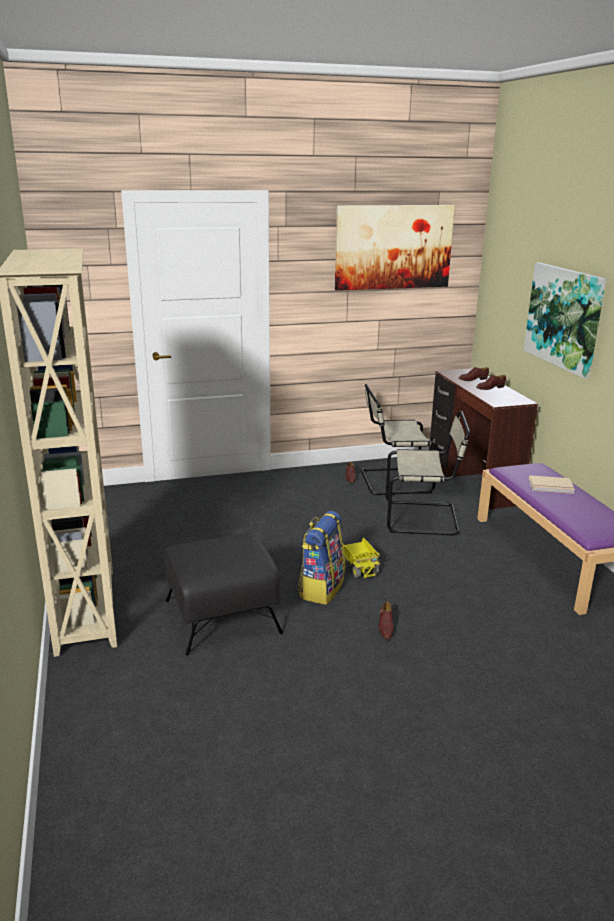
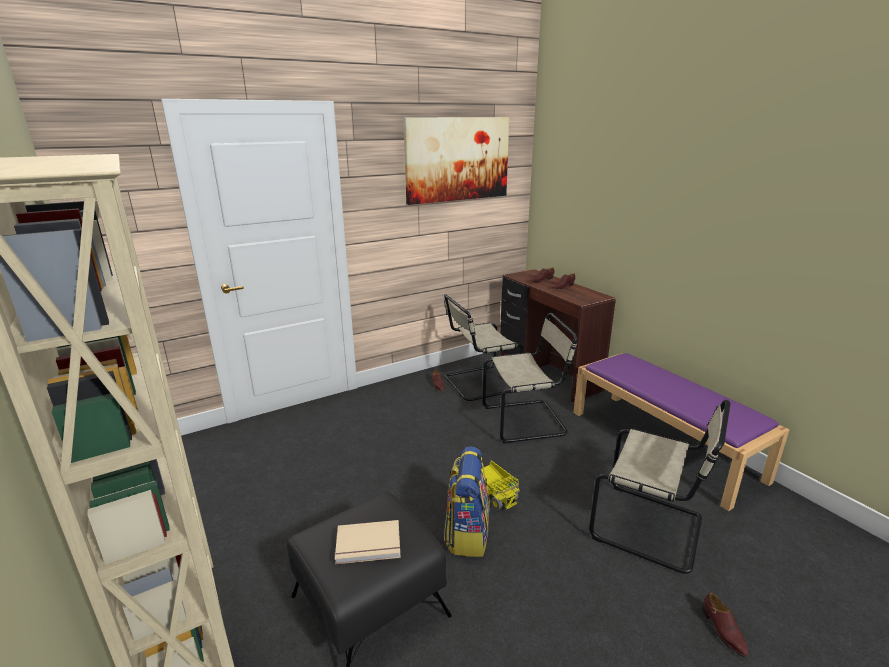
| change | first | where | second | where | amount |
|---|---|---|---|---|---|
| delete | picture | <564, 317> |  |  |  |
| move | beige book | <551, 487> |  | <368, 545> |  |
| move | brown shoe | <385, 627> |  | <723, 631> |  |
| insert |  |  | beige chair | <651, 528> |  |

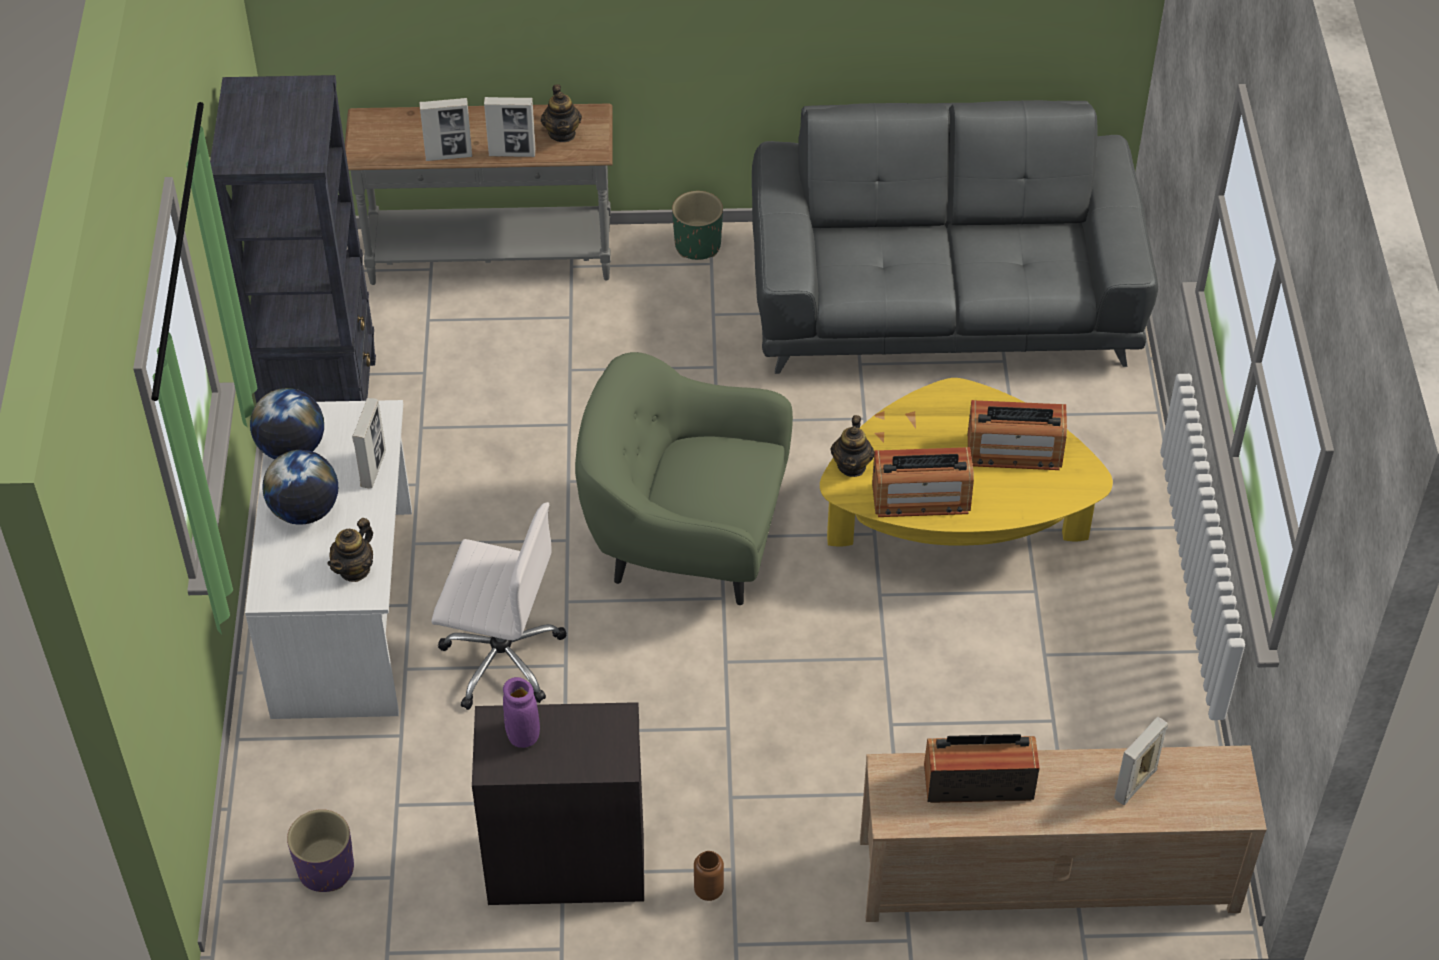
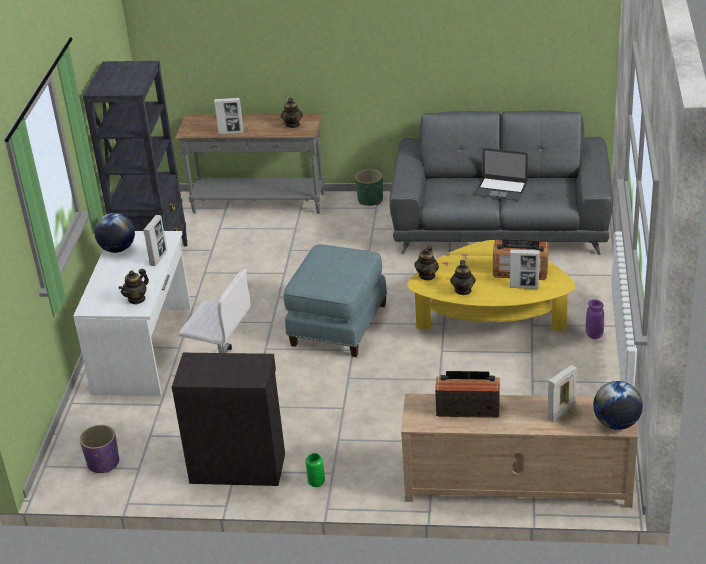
| change | first | where | second | where | amount |
|---|---|---|---|---|---|
| move | picture frame | <512, 153> |  | <524, 286> |  |
| replace | green armchair | <686, 541> | blue ottoman | <337, 324> |  |
| replace | radio | <921, 498> | teapot | <463, 290> |  |
| move | globe | <305, 511> |  | <616, 423> |  |
| move | purple vase | <523, 735> |  | <594, 335> |  |
| recolor | brown vase | <708, 891> | green vase | <316, 482> |  |
| insert |  |  | laptop | <501, 189> |  |

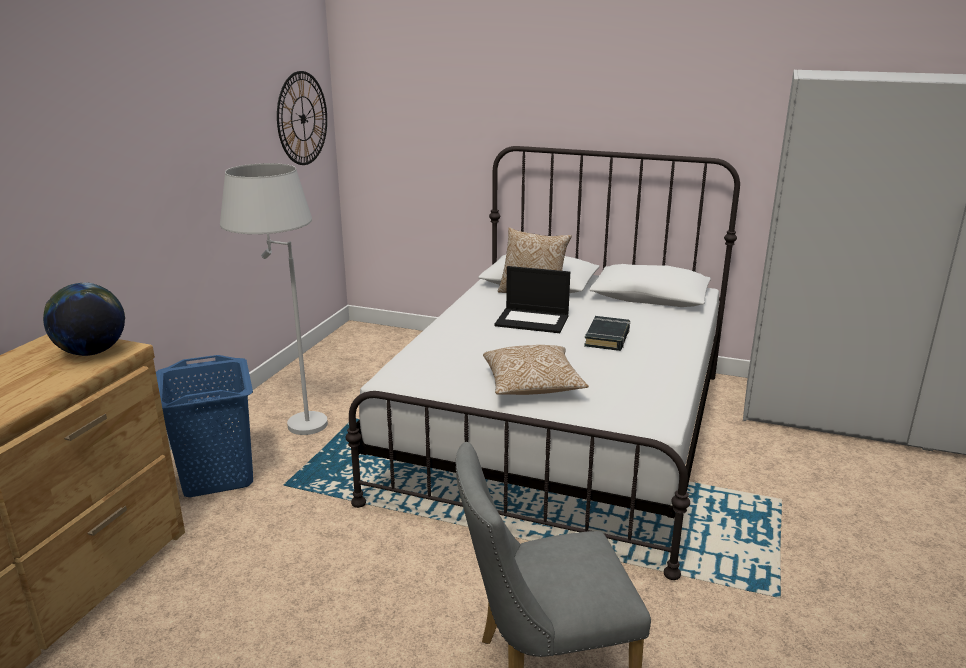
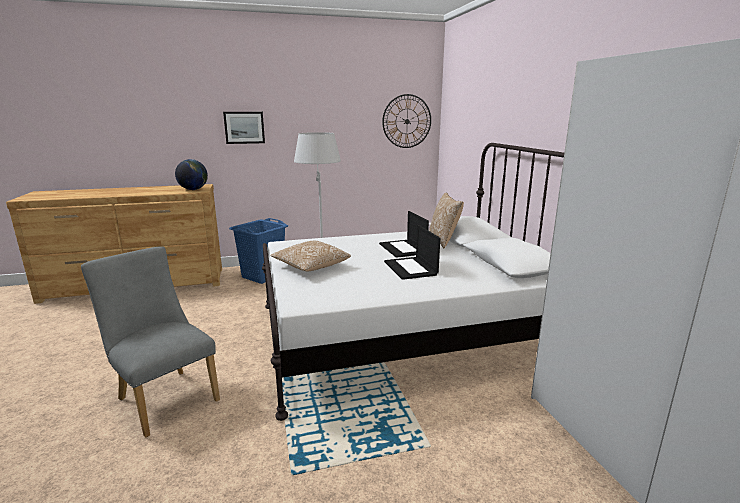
| change | first | where | second | where | amount |
|---|---|---|---|---|---|
| replace | black book | <607, 338> | laptop | <411, 268> |  |
| insert |  |  | picture | <244, 127> |  |

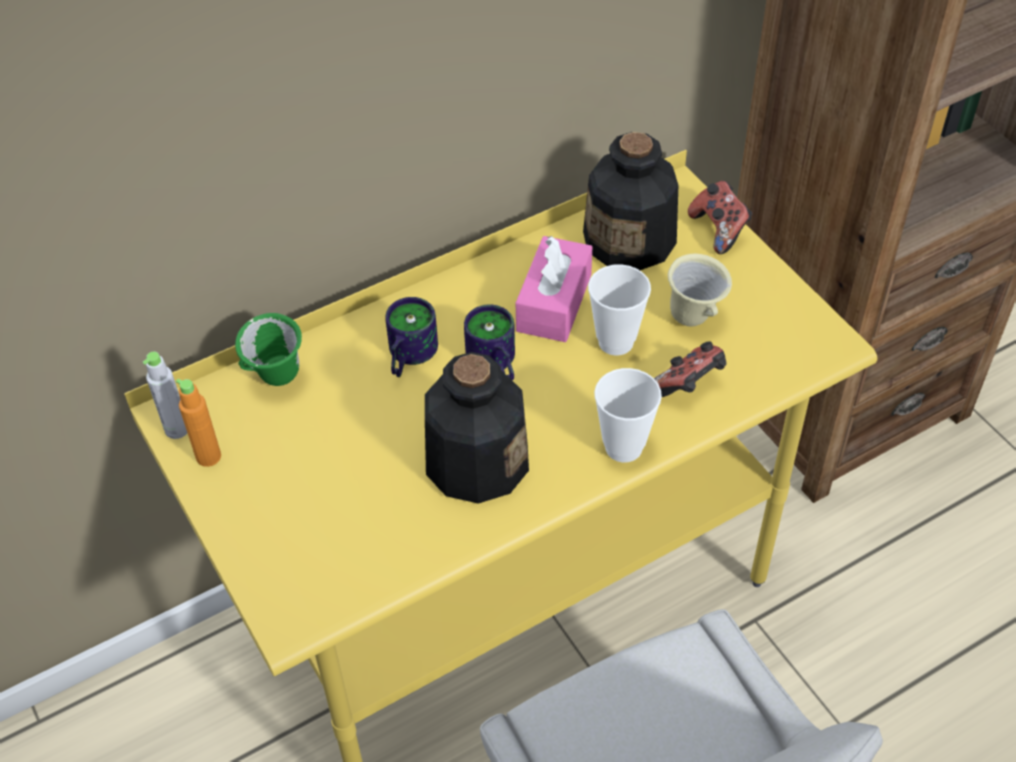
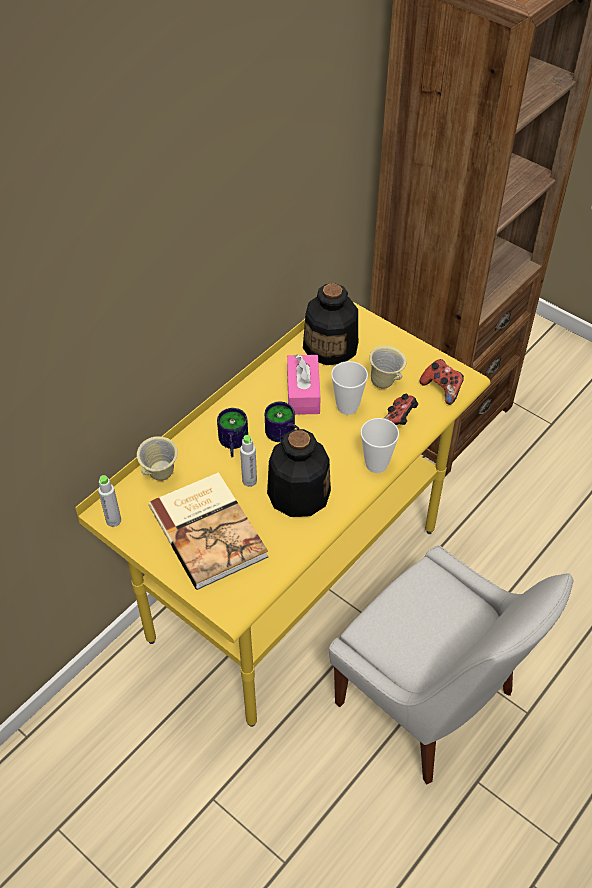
| change | first | where | second | where | amount |
|---|---|---|---|---|---|
| move | game controller | <719, 230> |  | <442, 389> |  |
| recolor | green mug | <277, 380> | beige mug | <161, 476> |  |
| delete | orange bottle | <208, 456> |  |  |  |
| insert |  |  | grey bottle | <249, 481> |  |
| insert |  |  | book | <209, 530> |  |

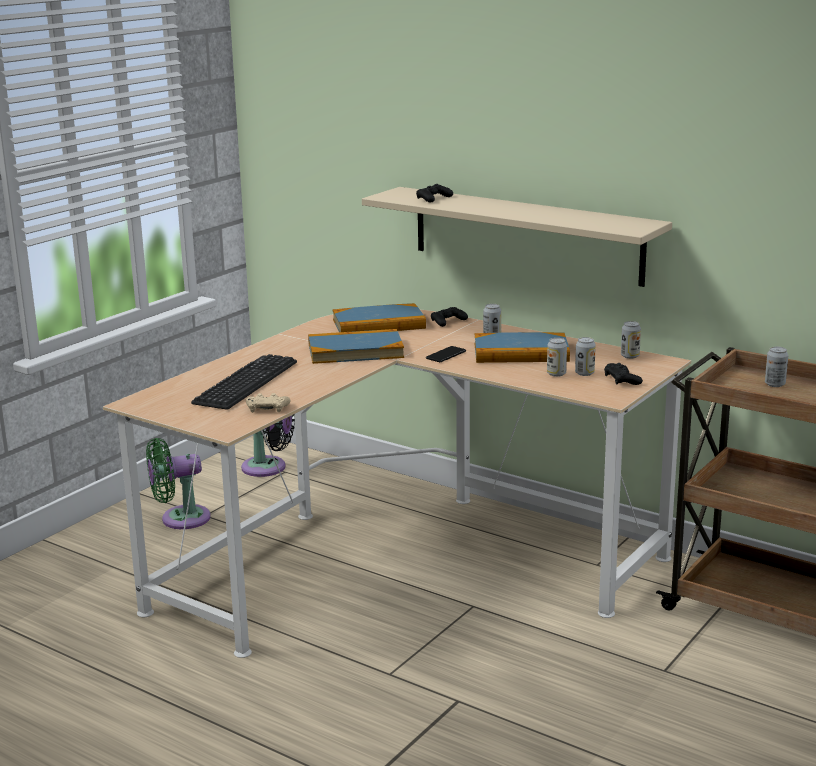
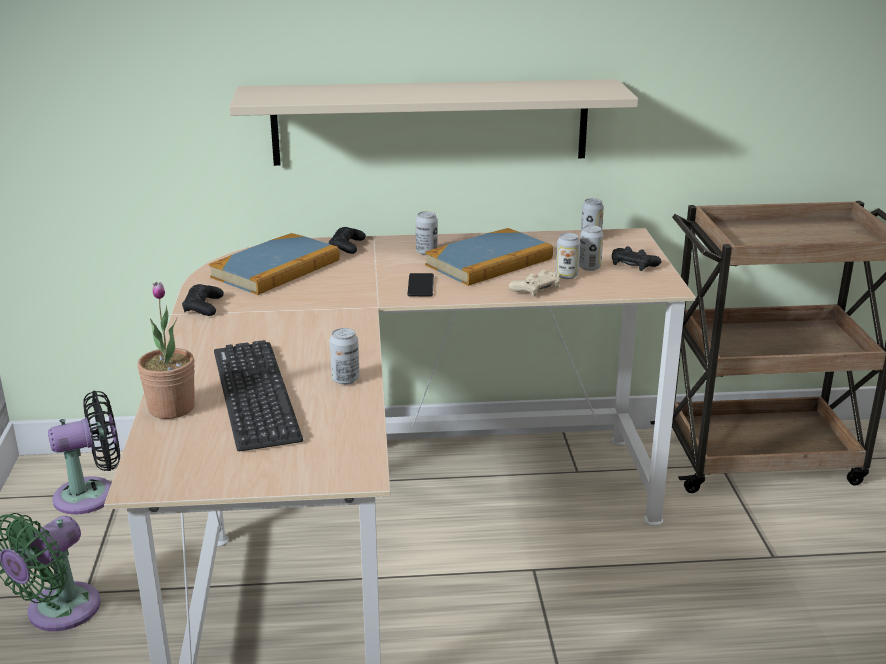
| change | first | where | second | where | amount |
|---|---|---|---|---|---|
| move | black game controller | <433, 198> |  | <203, 306> |  |
| delete | book | <355, 351> |  |  |  |
| move | can | <775, 384> |  | <345, 379> |  |
| move | beige game controller | <267, 408> |  | <536, 289> |  |
| insert |  |  | potted plant | <171, 408> |  |

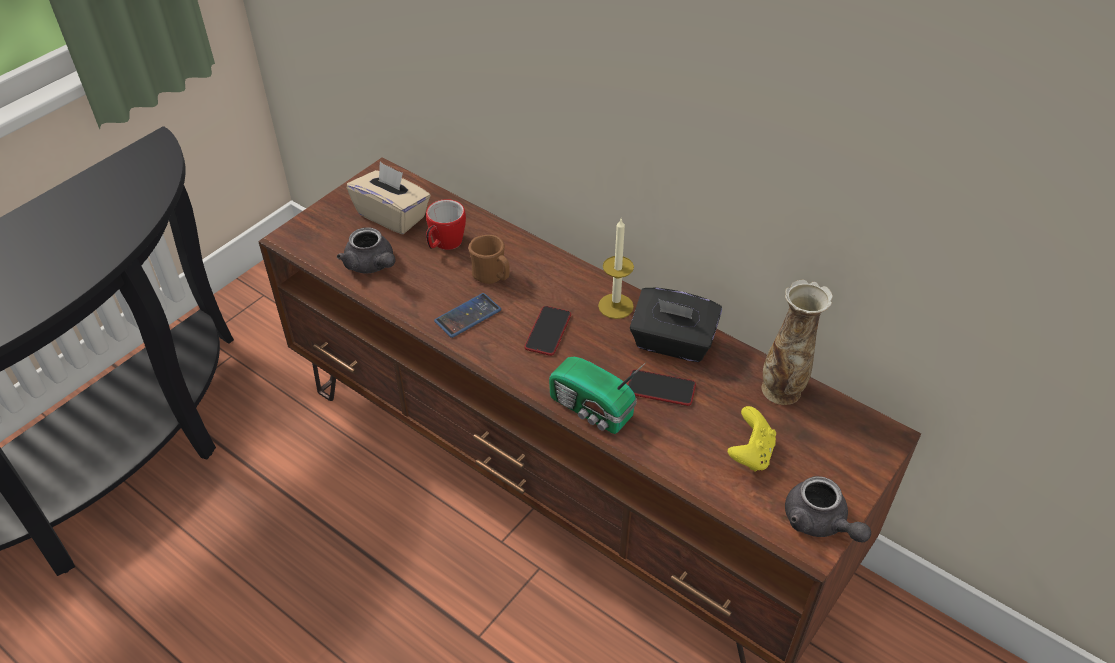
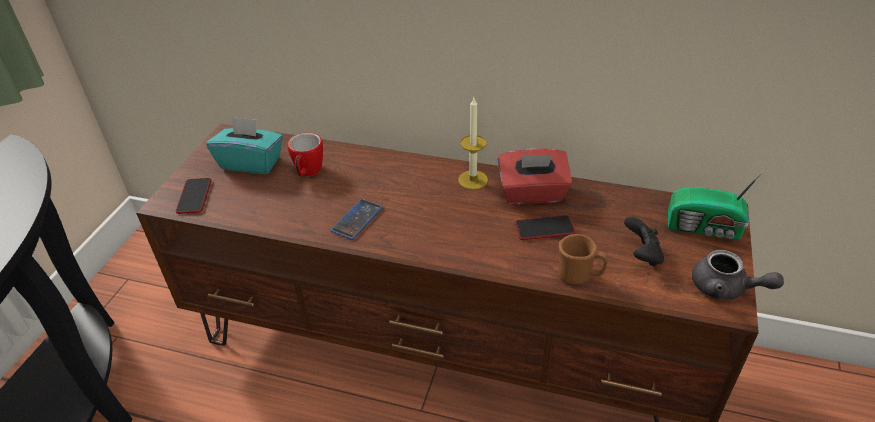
| change | first | where | second | where | amount |
|---|---|---|---|---|---|
| recolor | beige tissue box | <392, 215> | turquoise tissue box | <251, 163> |  |
| delete | grey teapot | <372, 265> |  |  |  |
| move | brown mug | <492, 277> |  | <579, 276> |  |
| delete | vase | <782, 390> |  |  |  |
| recolor | black tissue box | <672, 343> | red tissue box | <532, 194> |  |
| move | phone | <548, 331> |  | <194, 196> |  |
| move | radio | <592, 410> |  | <705, 228> |  |
| recolor | yellow game controller | <750, 454> | black game controller | <642, 255> |  |

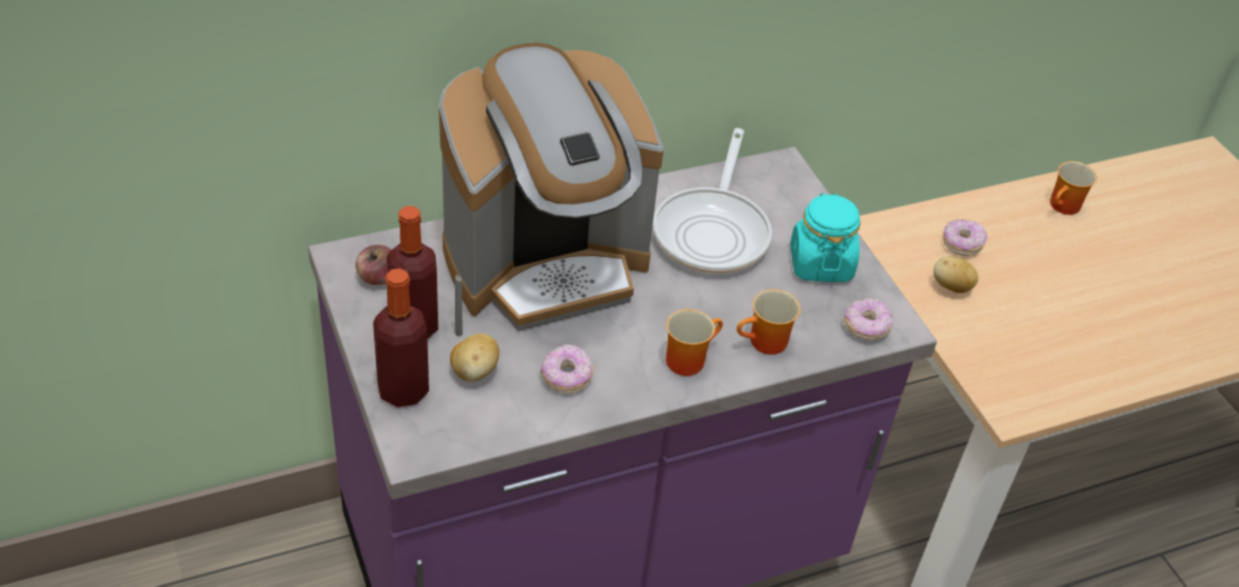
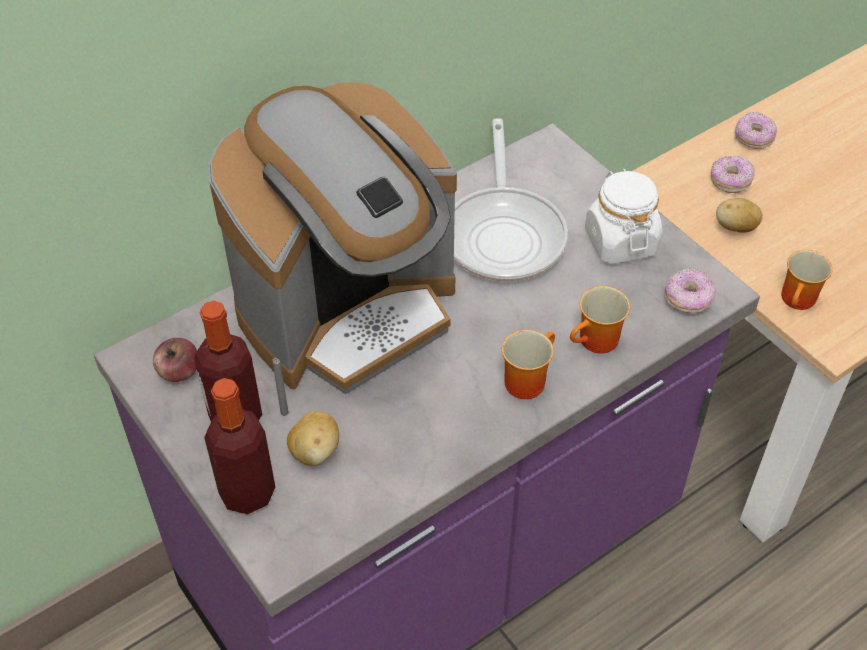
| change | first | where | second | where | amount |
|---|---|---|---|---|---|
| move | mug | <1065, 207> |  | <799, 301> |  |
| recolor | turquoise jar | <820, 263> | white jar | <620, 241> |  |
| move | donut | <566, 378> |  | <753, 138> |  |

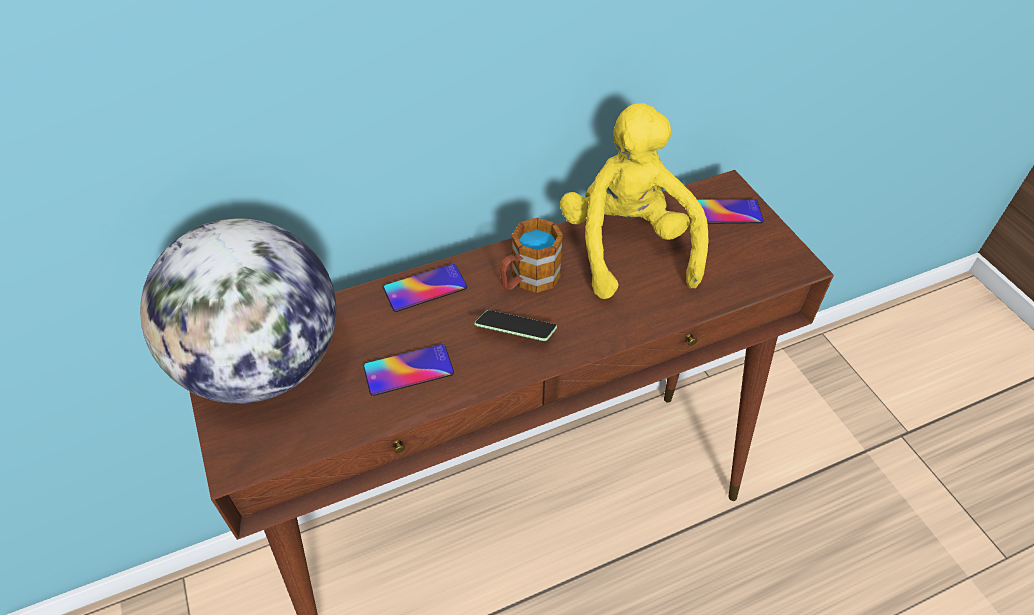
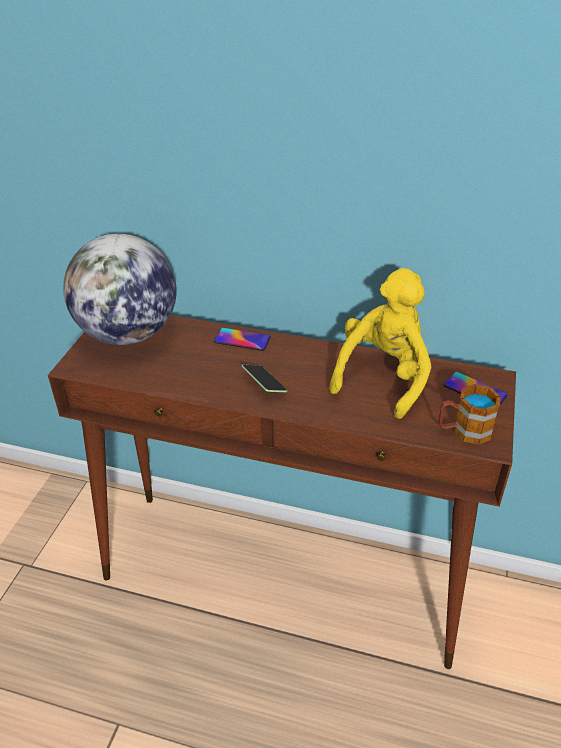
| change | first | where | second | where | amount |
|---|---|---|---|---|---|
| move | mug | <528, 280> |  | <464, 431> |  |
| delete | phone | <408, 370> |  |  |  |

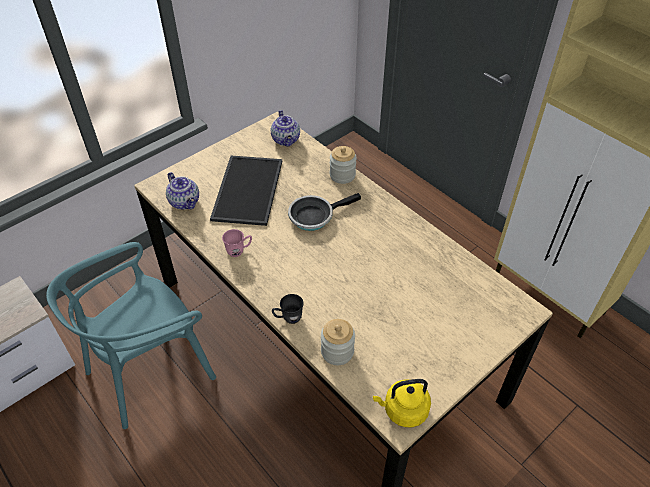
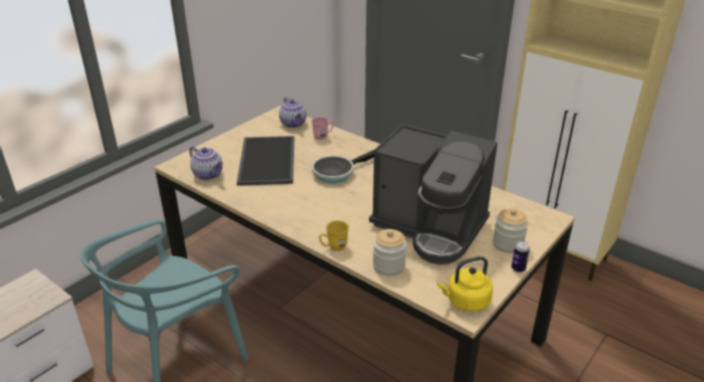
| change | first | where | second | where | amount |
|---|---|---|---|---|---|
| move | jar | <342, 175> |  | <508, 244> |  |
| move | pink mug | <239, 251> |  | <323, 136> |  |
| recolor | grey mug | <288, 318> | yellow mug | <333, 247> |  |
| insert |  |  | coffee machine | <430, 228> |  |
| insert |  |  | can | <518, 269> |  |

